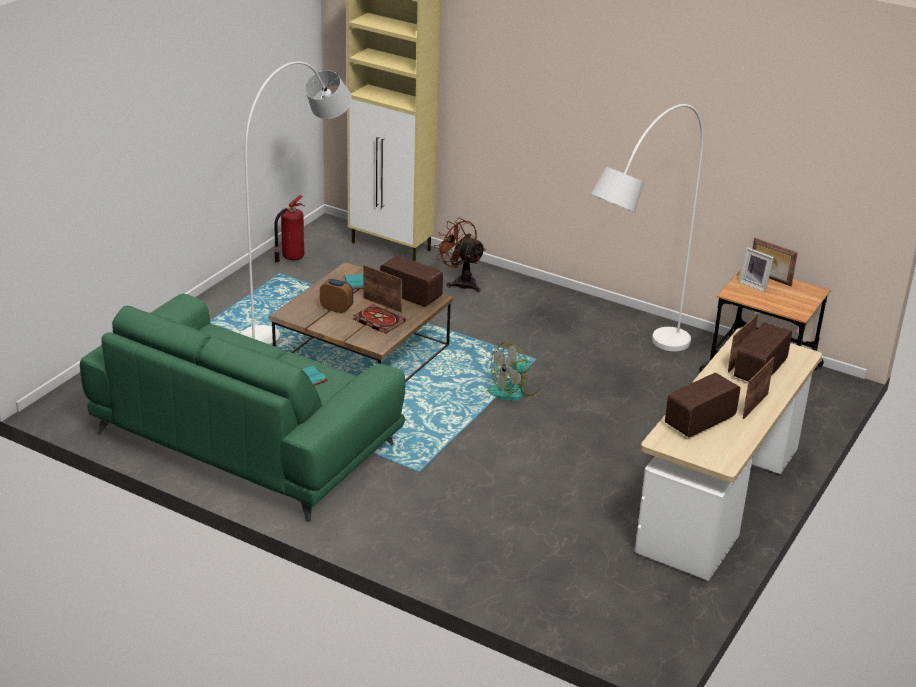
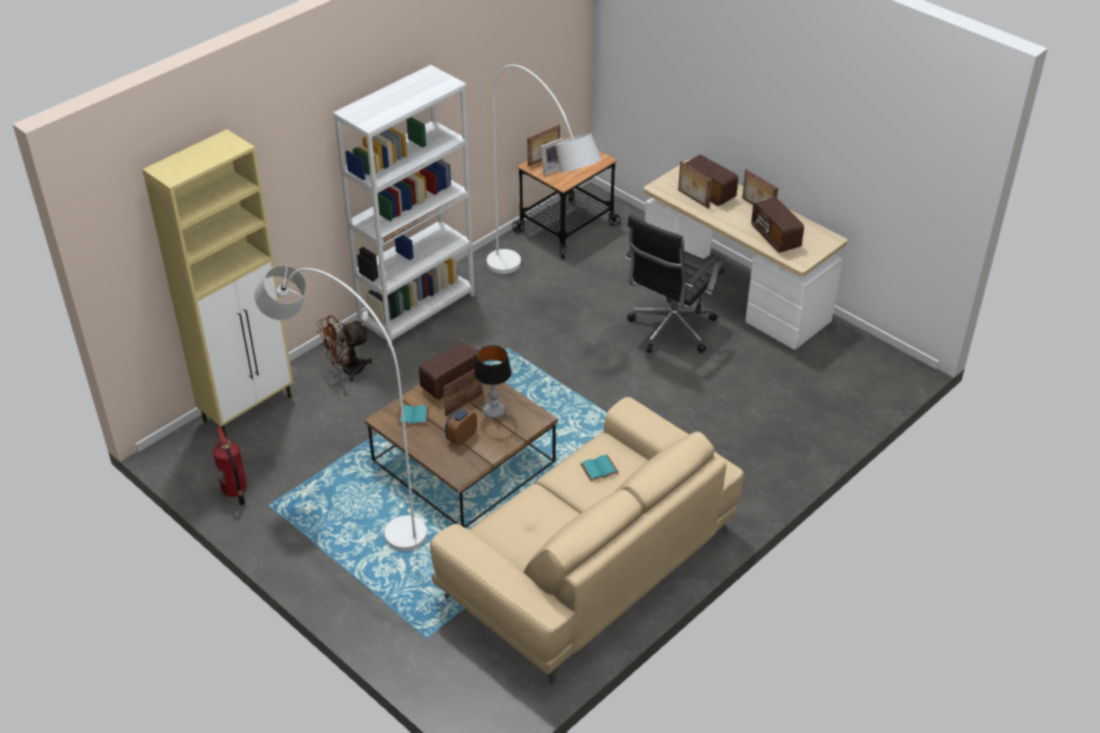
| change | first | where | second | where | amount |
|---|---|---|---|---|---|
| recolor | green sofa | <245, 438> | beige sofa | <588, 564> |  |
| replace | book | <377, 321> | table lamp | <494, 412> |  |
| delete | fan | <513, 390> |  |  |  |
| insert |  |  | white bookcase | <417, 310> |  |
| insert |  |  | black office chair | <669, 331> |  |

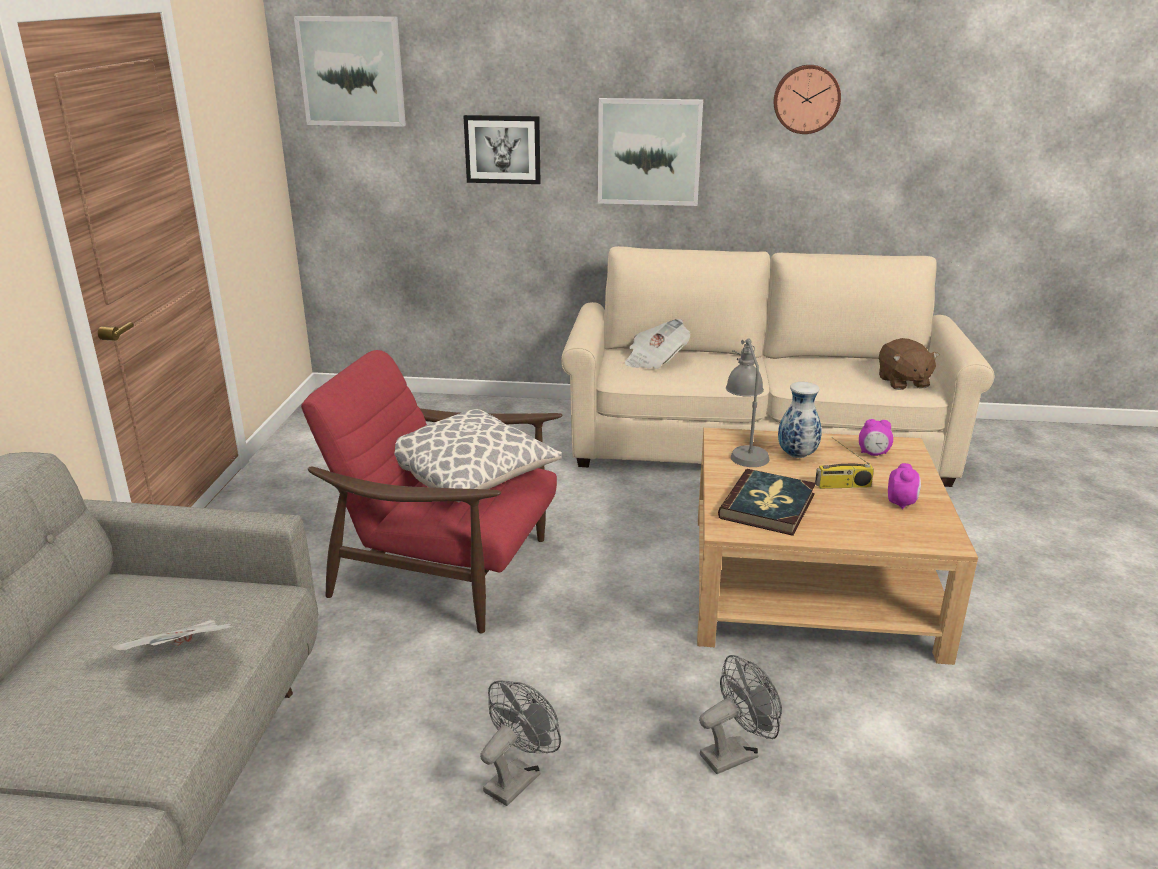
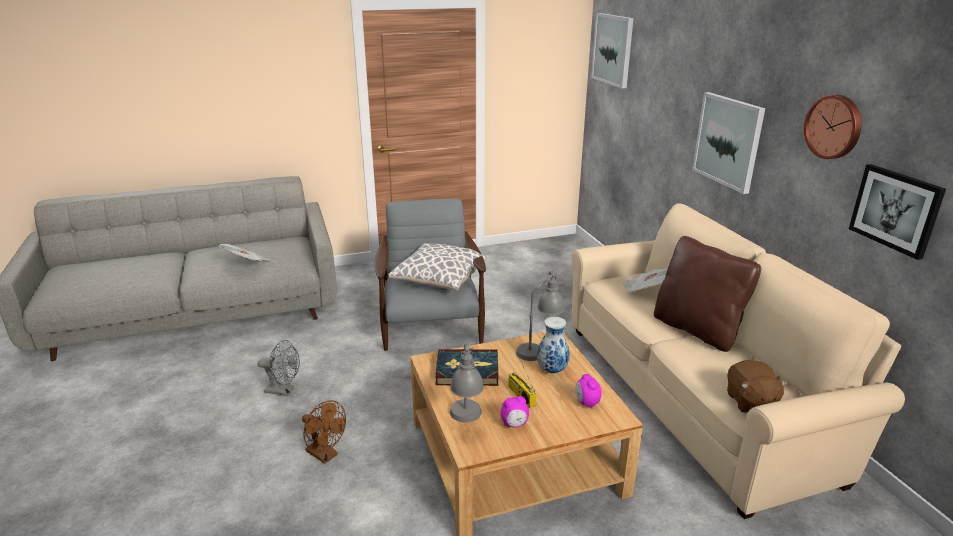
| change | first | where | second | where | amount |
|---|---|---|---|---|---|
| move | picture | <503, 149> |  | <896, 210> |  |
| rotate | brown plush toy | <903, 382> |  | <750, 402> | 60 degrees counterclockwise |
| recolor | red armchair | <446, 570> | grey armchair | <431, 324> |  |
| recolor | grey fan | <735, 753> | brown fan | <325, 455> |  |
| insert |  |  | brown pillow | <697, 330> |  |
| insert |  |  | grey table lamp | <467, 421> |  |

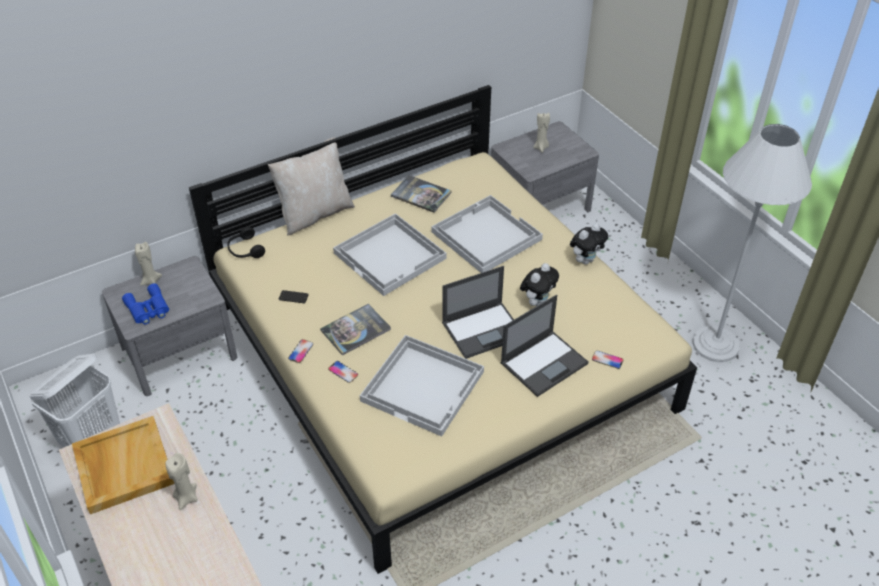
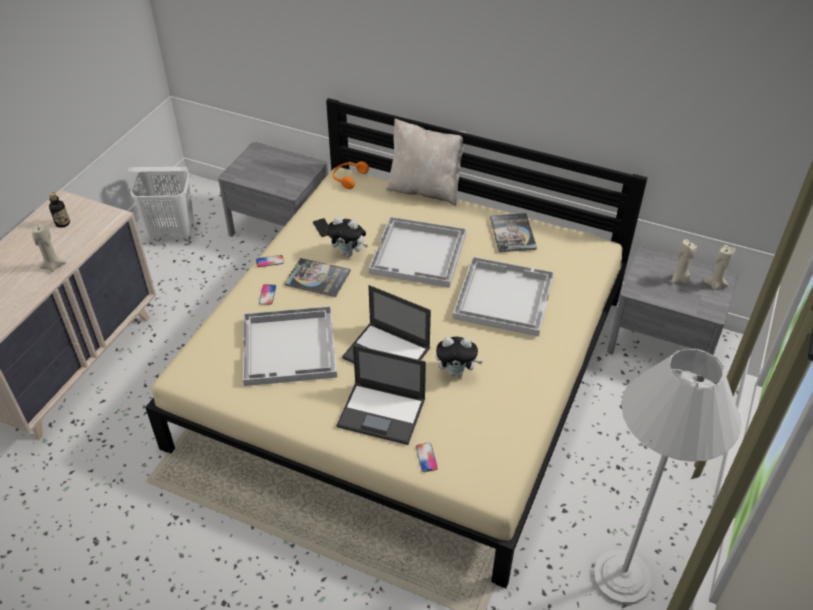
| change | first | where | second | where | amount |
|---|---|---|---|---|---|
| move | plush toy | <585, 260> |  | <348, 253> |  |
| recolor | black headphones | <245, 250> | orange headphones | <348, 178> |  |
| move | beige candle | <151, 280> |  | <715, 284> |  |
| delete | blue binoculars | <148, 309> |  |  |  |
| replace | beige tray | <123, 466> | bottle | <62, 223> |  |

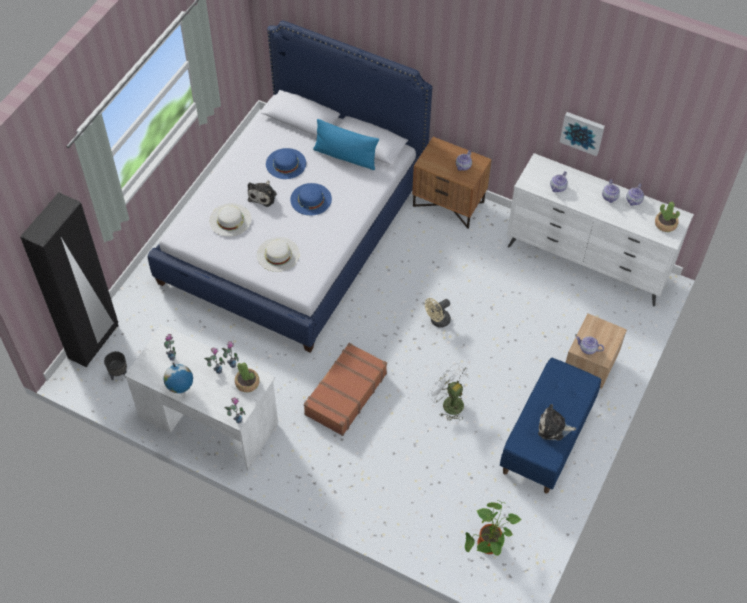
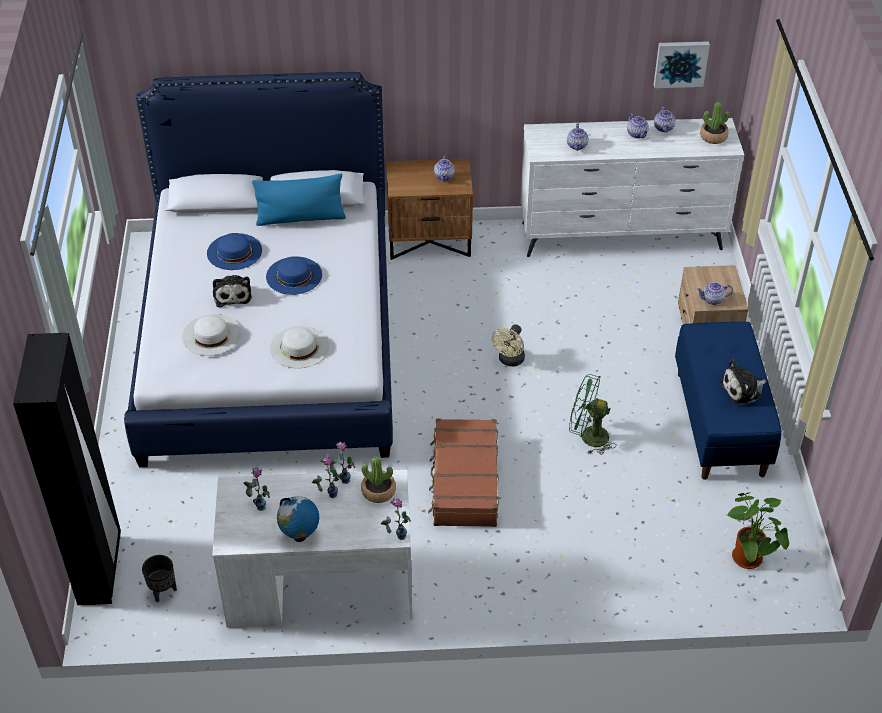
| change | first | where | second | where | amount |
|---|---|---|---|---|---|
| move | picture | <582, 132> |  | <680, 63> |  |
| recolor | white fan | <448, 403> | green fan | <588, 437> |  |

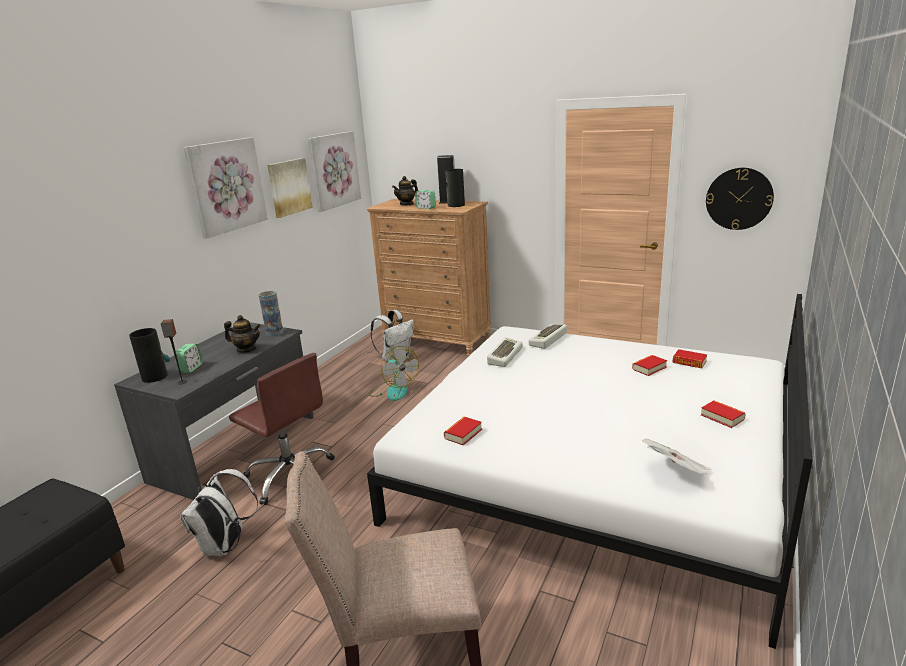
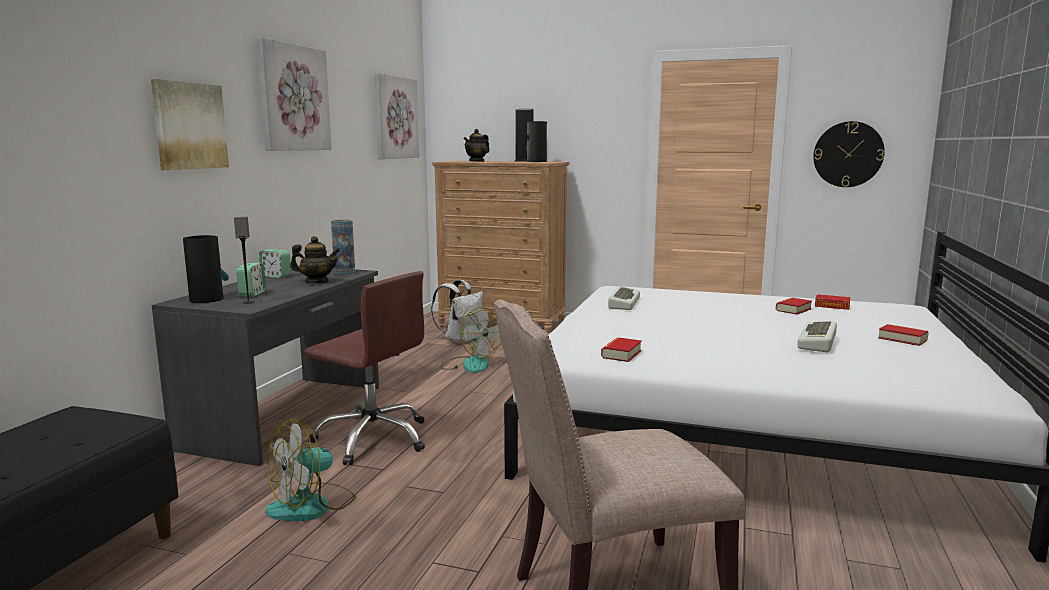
| change | first | where | second | where | amount |
|---|---|---|---|---|---|
| move | picture | <289, 187> |  | <189, 126> |  |
| move | alarm clock | <426, 207> |  | <276, 276> |  |
| move | keyboard | <549, 339> |  | <819, 342> |  |
| delete | newspaper | <676, 472> |  |  |  |
| replace | white backpack | <226, 546> | fan | <312, 505> |  |

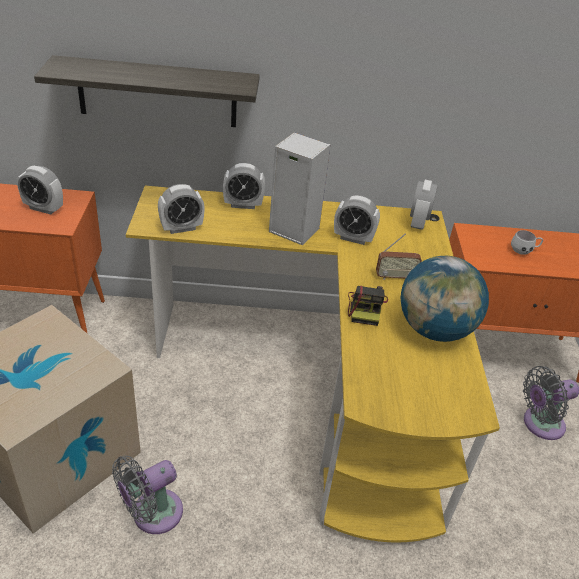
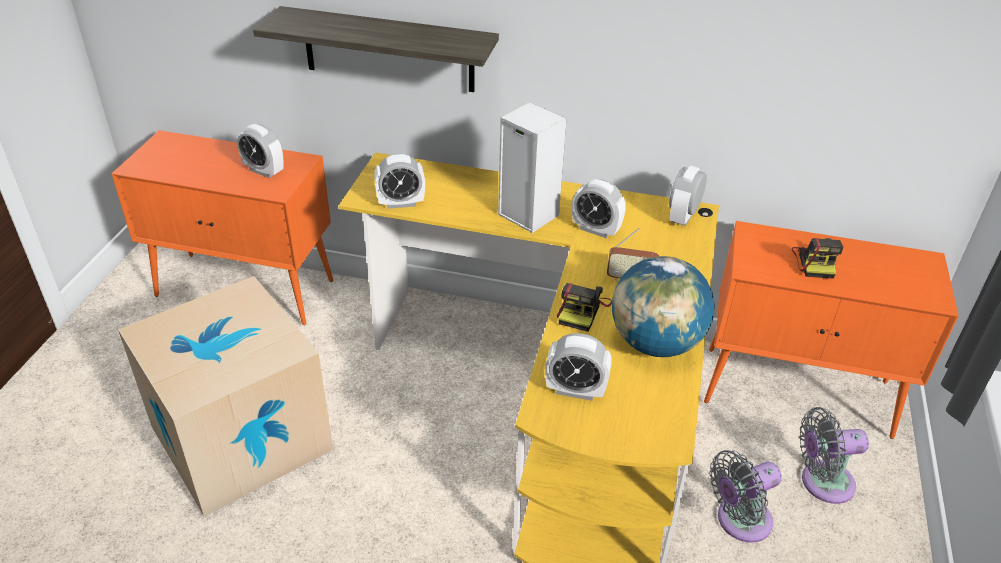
| change | first | where | second | where | amount |
|---|---|---|---|---|---|
| move | alarm clock | <243, 205> |  | <575, 390> |  |
| replace | white mug | <524, 251> | photo camera | <815, 262> |  |
| move | grey fan | <152, 514> |  | <739, 521> |  |

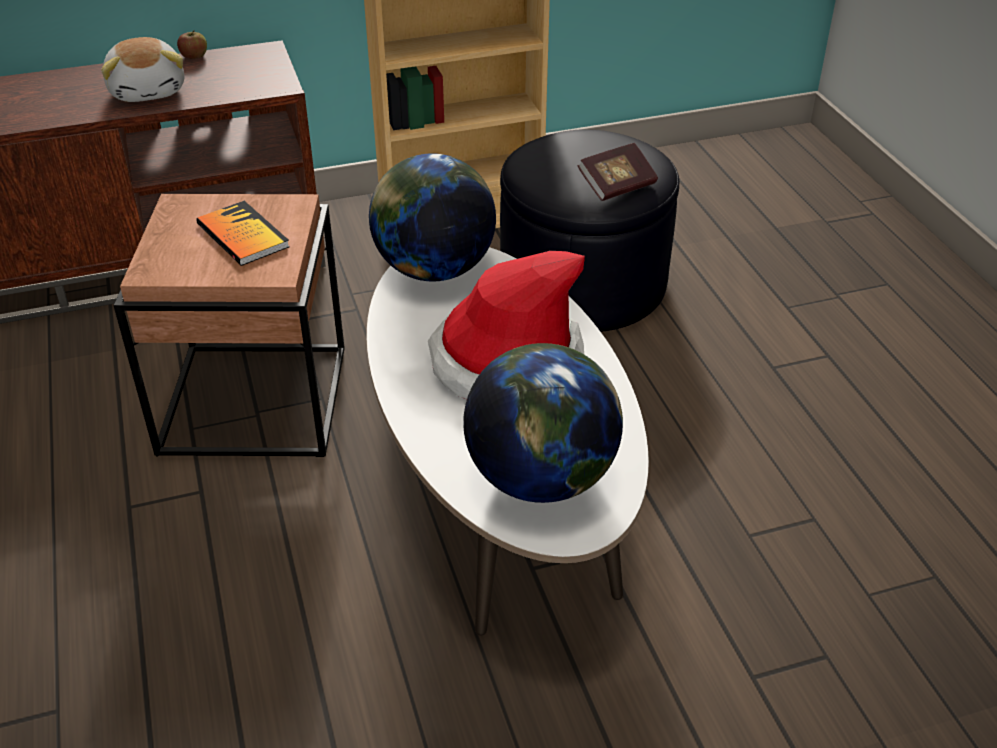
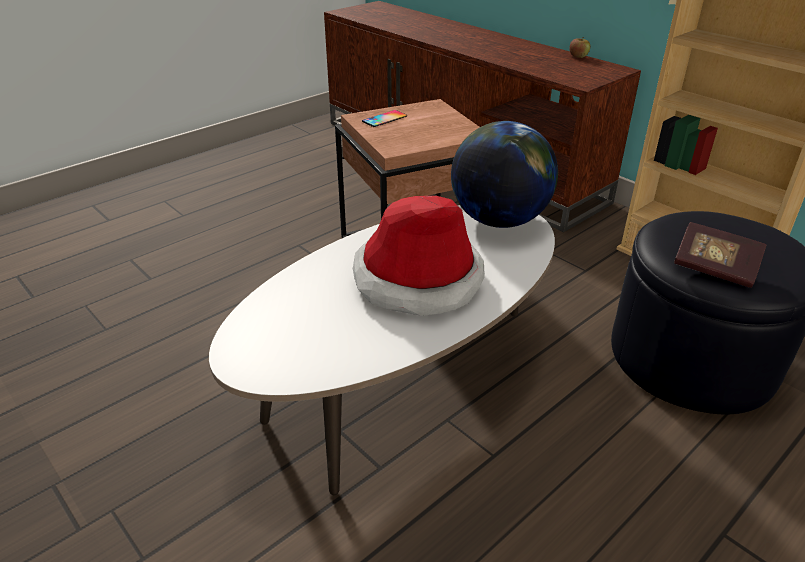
| change | first | where | second | where | amount |
|---|---|---|---|---|---|
| delete | plush toy | <149, 90> |  |  |  |
| delete | book | <242, 235> |  |  |  |
| delete | globe | <541, 477> |  |  |  |
| insert |  |  | phone | <384, 119> |  |

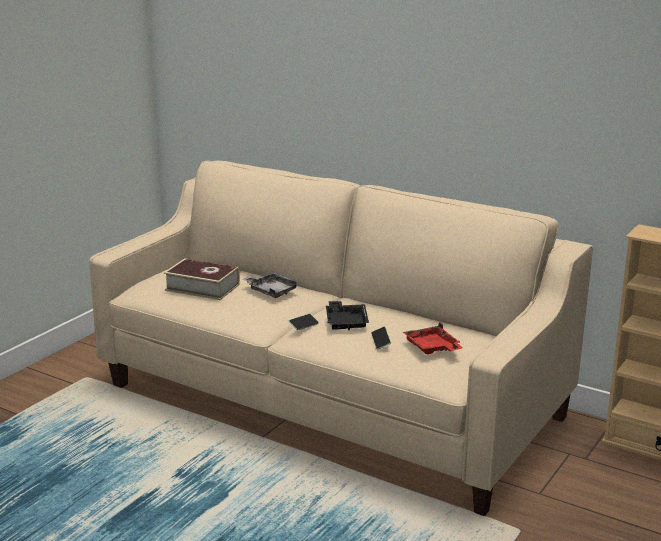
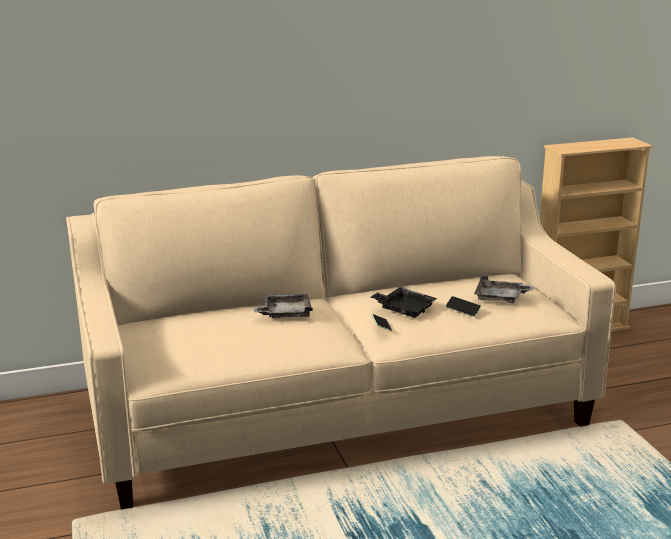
| change | first | where | second | where | amount |
|---|---|---|---|---|---|
| delete | book | <202, 287> |  |  |  |
| recolor | red tray | <432, 348> | grey tray | <500, 298> |  |

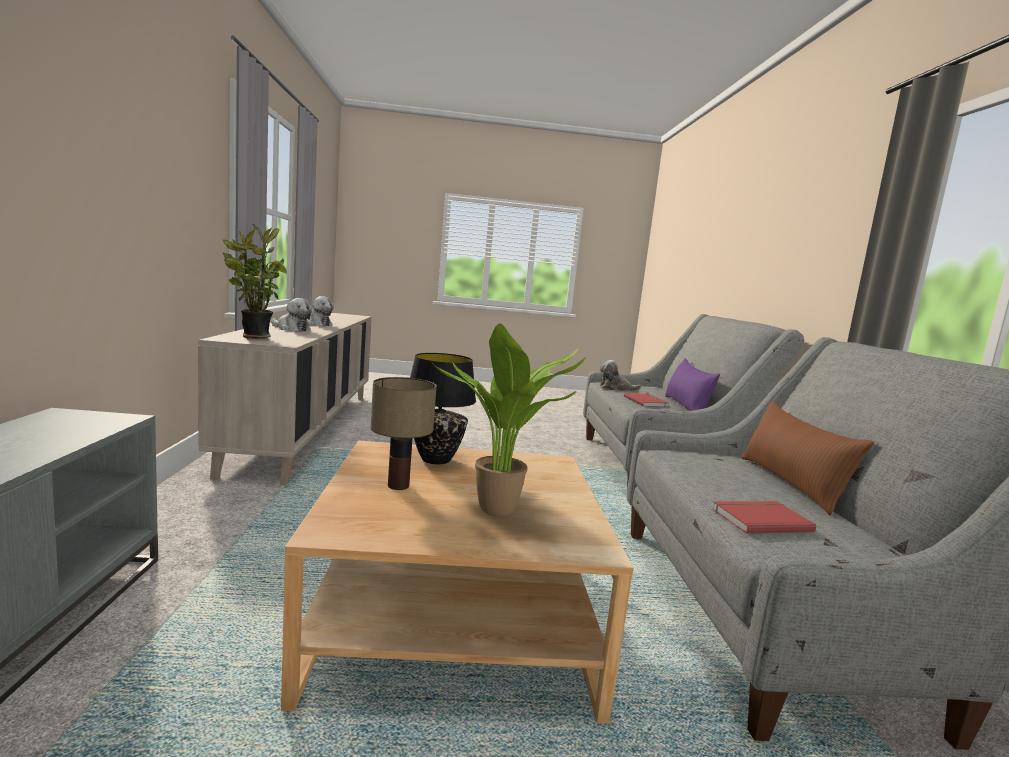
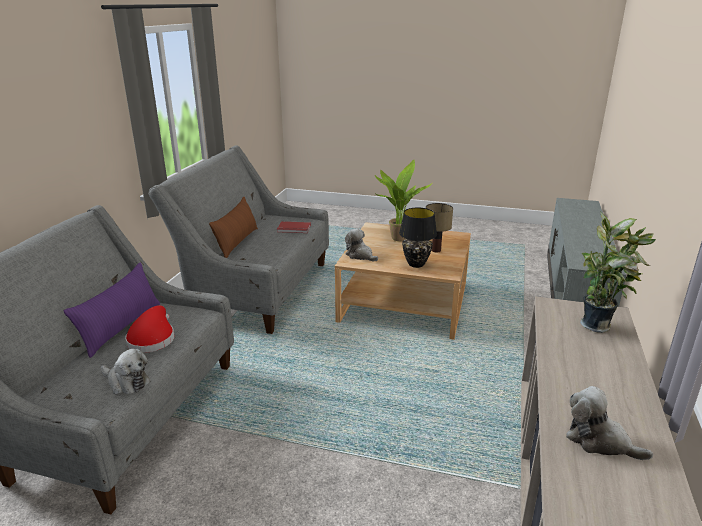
| change | first | where | second | where | amount |
|---|---|---|---|---|---|
| move | plush toy | <291, 329> |  | <360, 255> |  |
| replace | red book | <646, 401> | red hat | <152, 338> |  |

